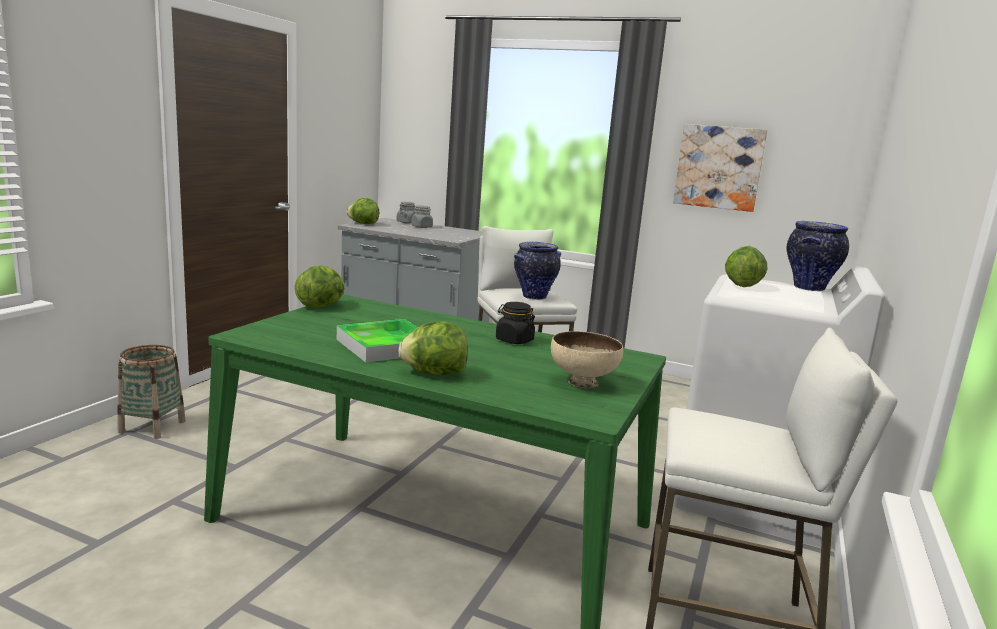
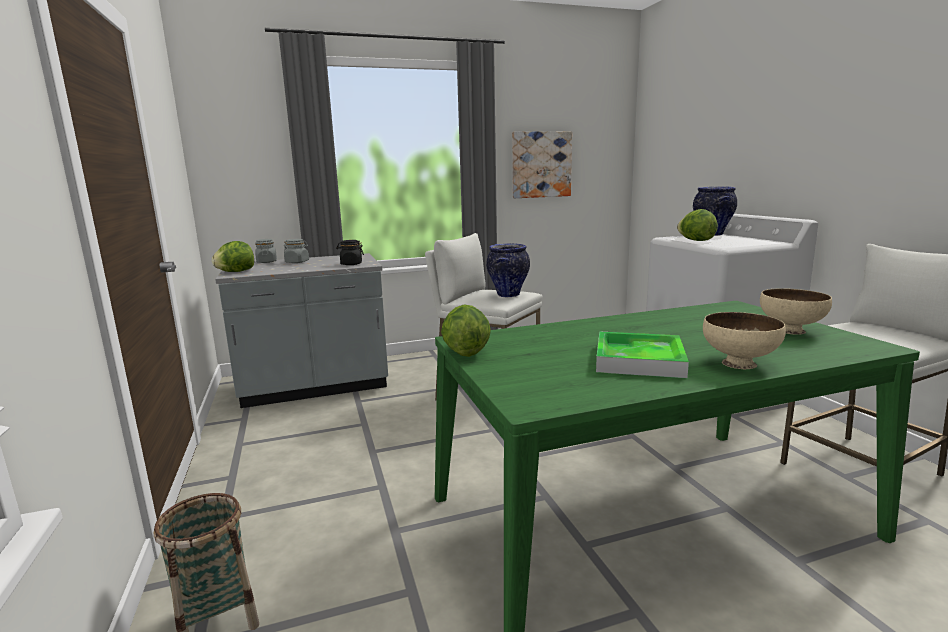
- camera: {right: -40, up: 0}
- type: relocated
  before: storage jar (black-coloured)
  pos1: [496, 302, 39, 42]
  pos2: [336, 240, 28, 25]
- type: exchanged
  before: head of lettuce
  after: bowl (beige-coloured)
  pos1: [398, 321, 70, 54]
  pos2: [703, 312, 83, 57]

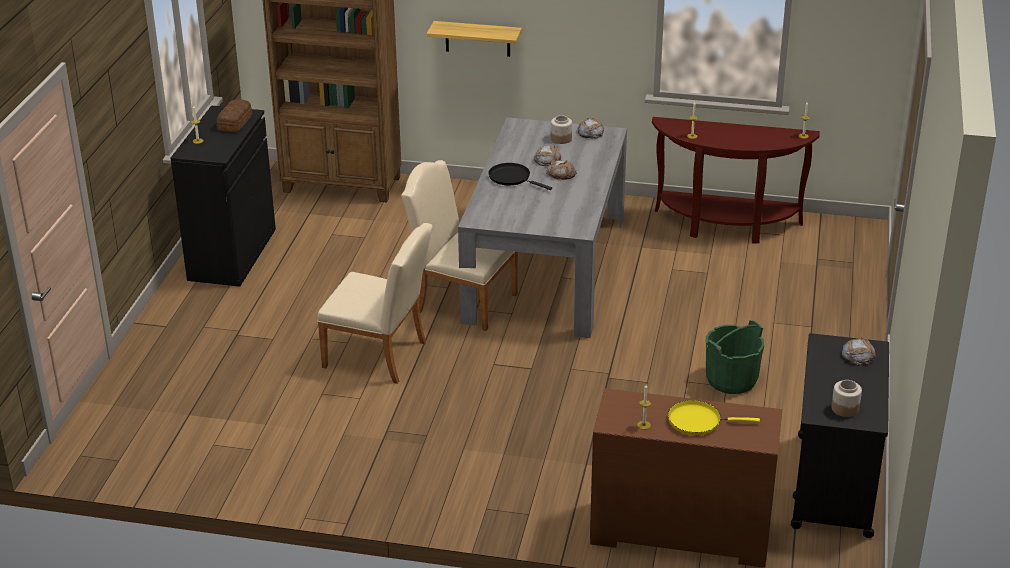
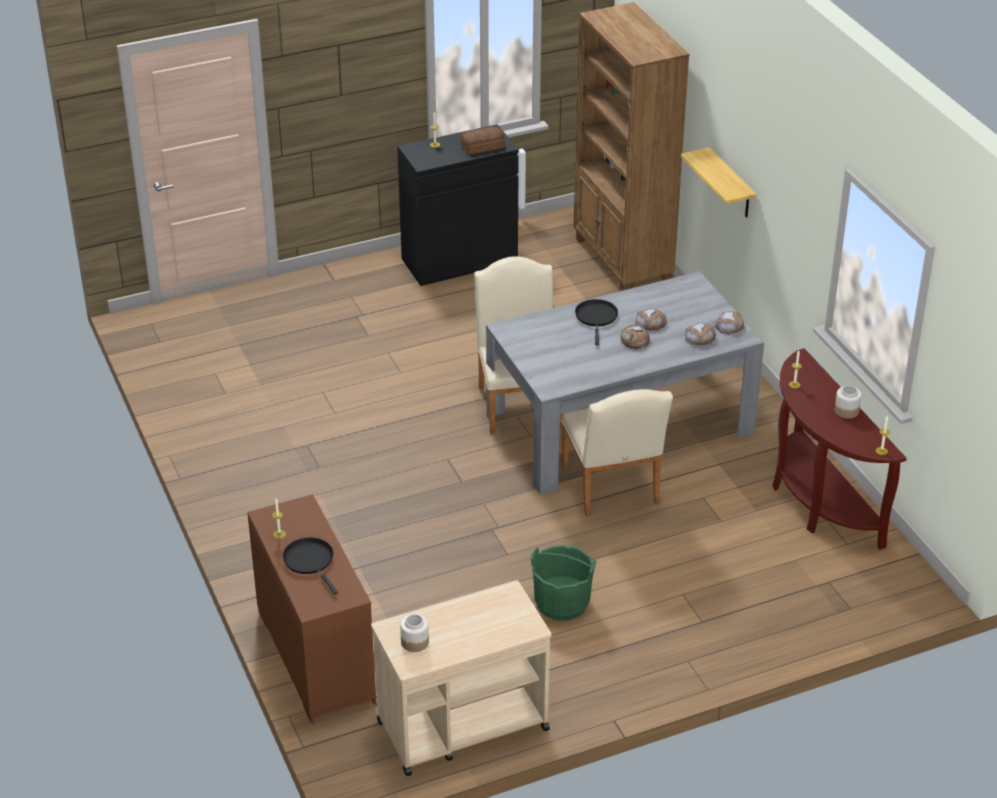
- camera: {right: 55, up: 5}
- type: relocated
  before: storage jar
  pos1: [551, 115, 21, 29]
  pos2: [835, 386, 27, 33]
- type: relocated
  before: plain chair (beige-coloured)
  pos1: [317, 223, 116, 161]
  pos2: [562, 389, 111, 127]
- type: colour
  before: trolley (black-coloured)
  after: trolley (beige-coloured)
  pos1: [791, 333, 98, 205]
  pos2: [371, 580, 181, 196]
- type: relocated
  before: bread
  pos1: [842, 337, 34, 29]
  pos2: [685, 322, 31, 23]
- type: colour
  before: frying pan (yellow-coloured)
  after: frying pan (black-coloured)
  pos1: [668, 400, 92, 35]
  pos2: [283, 537, 55, 58]

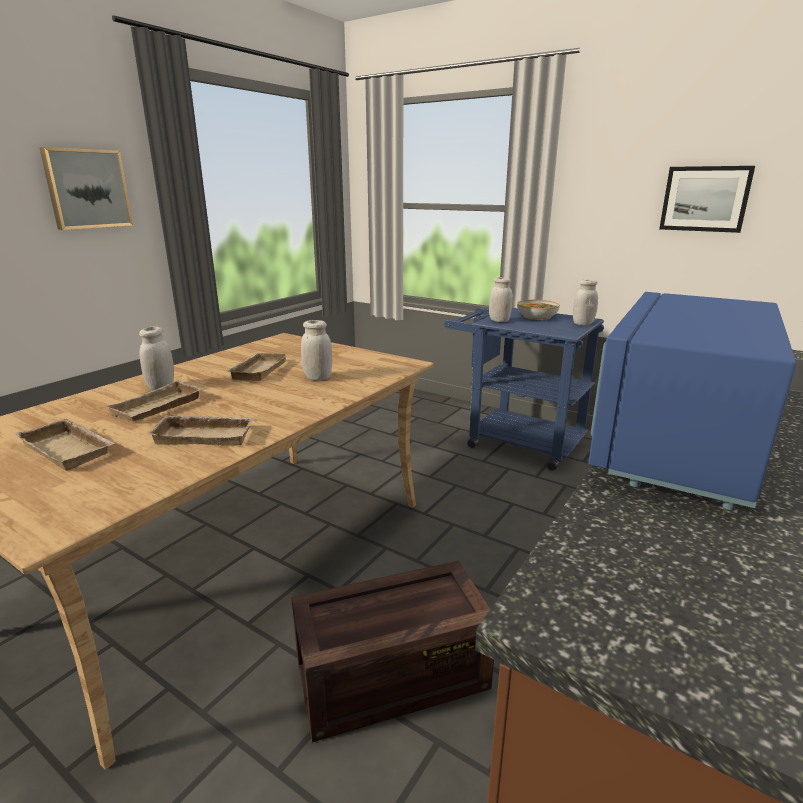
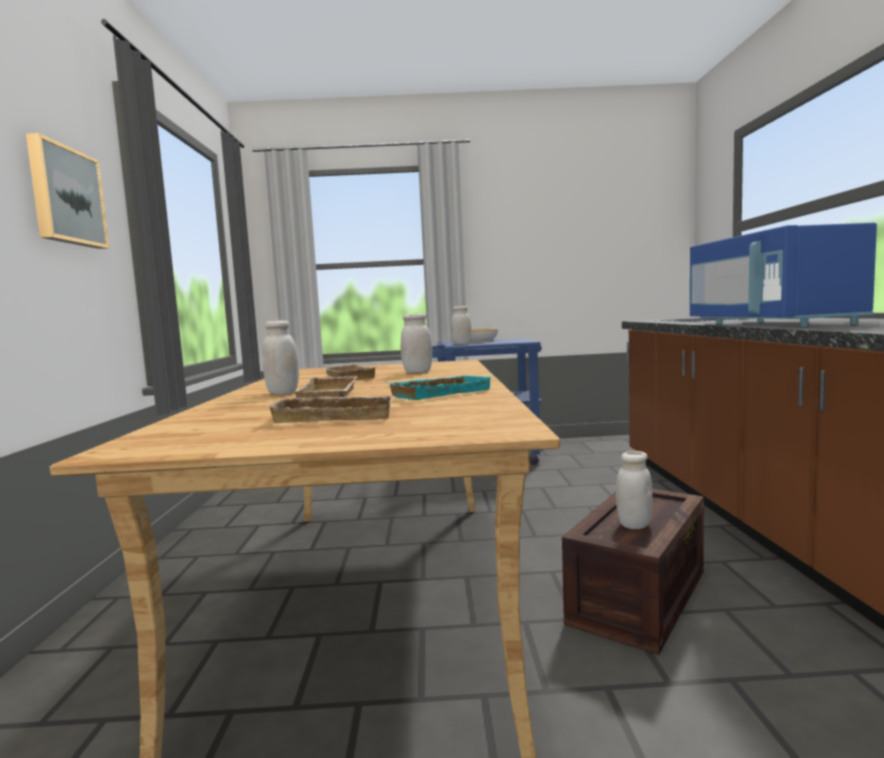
- camera: {right: -35, up: -15}
- type: missing
  before: wall art
  pos1: [659, 166, 96, 67]
- type: relocated
  before: storage jar (whitish)
  pos1: [573, 280, 25, 45]
  pos2: [616, 451, 37, 78]
- type: colour
  before: carrying tray (beige-coloured)
  after: carrying tray (blue-green)
  pos1: [146, 415, 108, 31]
  pos2: [386, 375, 106, 25]

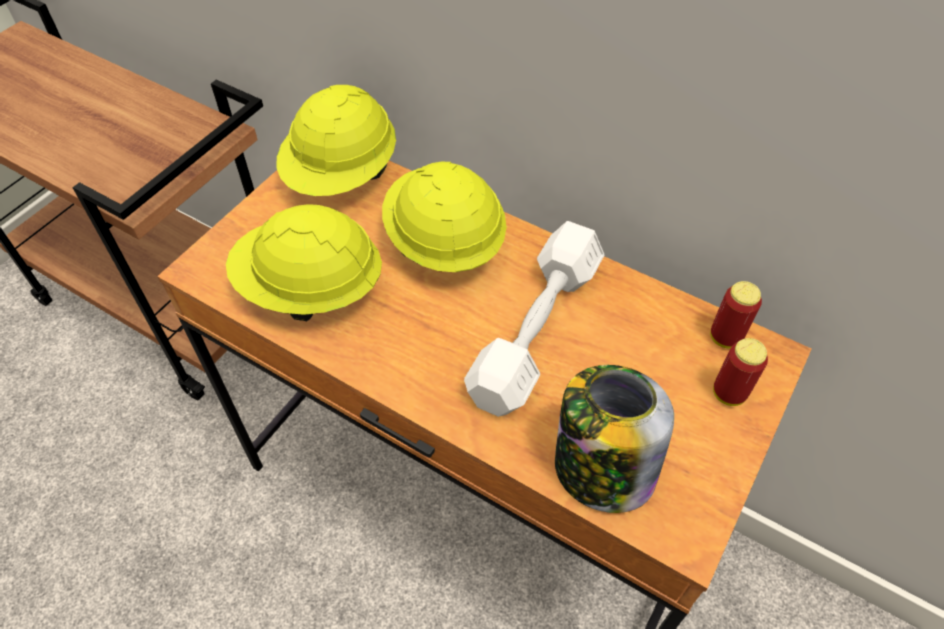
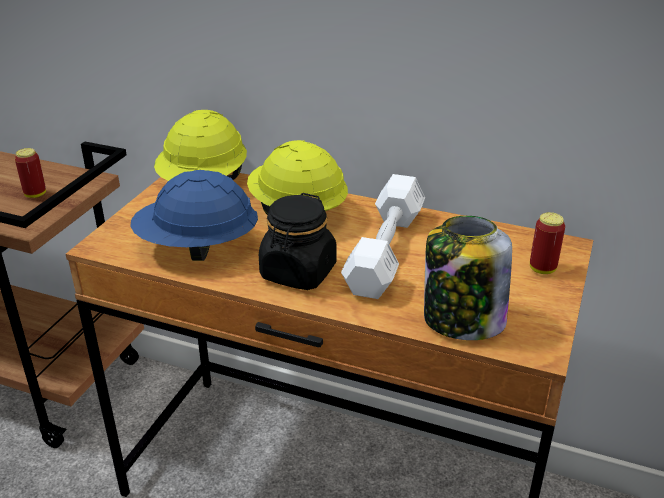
- camera: {right: -10, up: -20}
- type: colour
  before: hard hat (yellow-coloured)
  after: hard hat (bluish)
  pos1: [226, 204, 156, 117]
  pos2: [130, 170, 128, 91]
- type: relocated
  before: sealed can
  pos1: [710, 281, 52, 68]
  pos2: [15, 148, 31, 50]
- type: appeared
  after: storage jar (black-coloured)
  pos2: [259, 193, 78, 97]

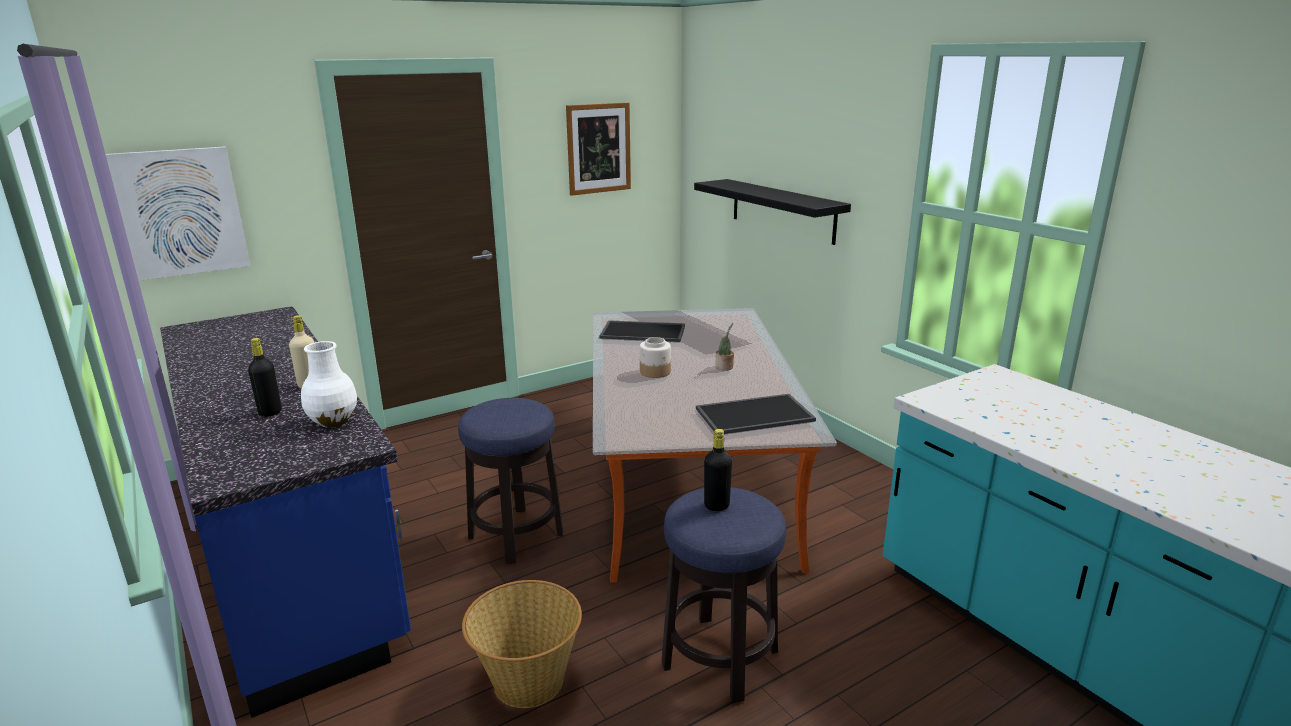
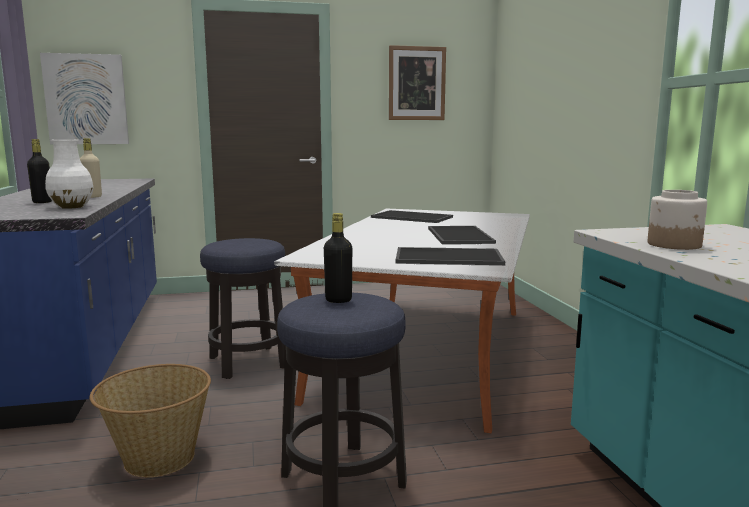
- camera: {right: 20, up: -10}
- type: missing
  before: wall shelf (black-coloured)
  pos1: [694, 179, 157, 66]
- type: exchanged
  before: potted plant
  after: carrying tray
  pos1: [715, 323, 19, 48]
  pos2: [428, 226, 68, 18]
- type: relocated
  before: storage jar
  pos1: [640, 337, 31, 41]
  pos2: [648, 190, 59, 60]

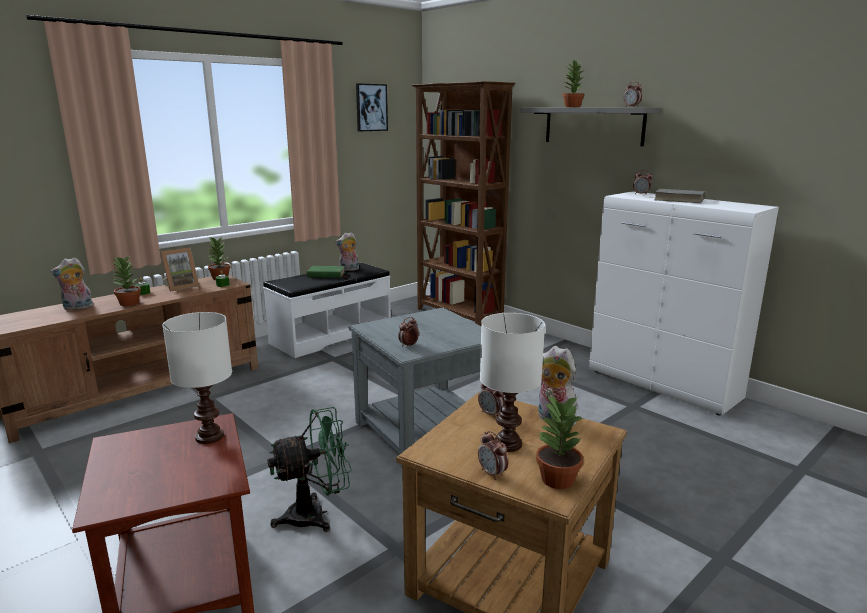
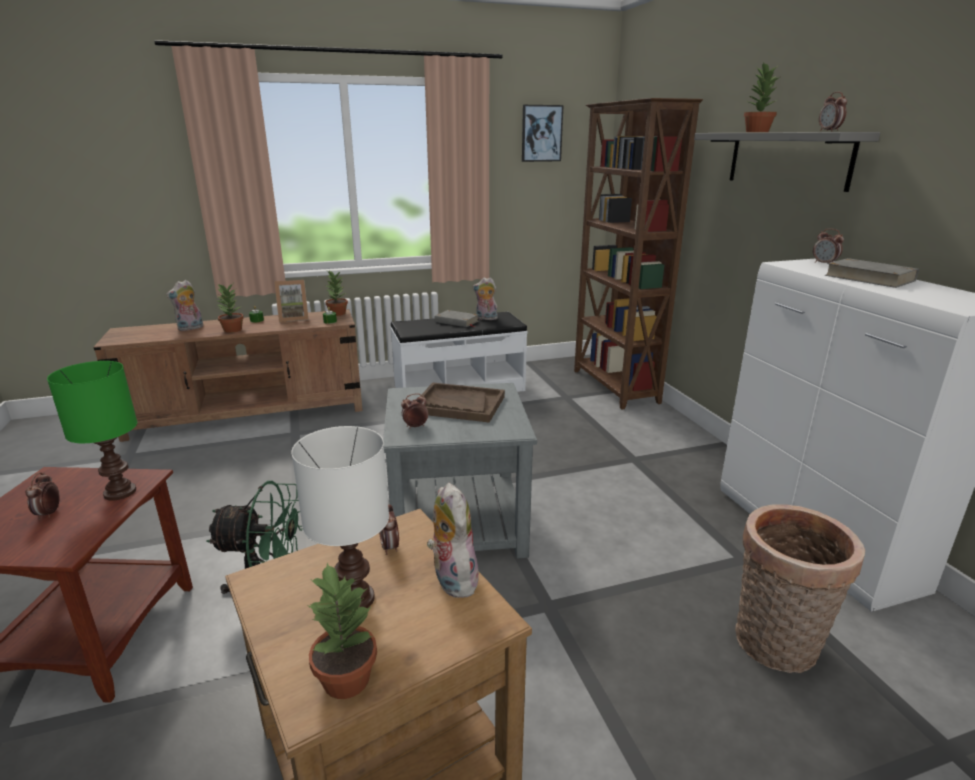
- camera: {right: 25, up: 5}
- type: spun
  before: plush toy
  pos1: [50, 257, 43, 54]
  pos2: [166, 280, 37, 51]
  turn: -45
- type: colour
  before: book (greenish)
  after: book (gray)
  pos1: [307, 266, 42, 12]
  pos2: [434, 310, 44, 17]
- type: colour
  before: tabletop lamp (whitish)
  after: tabletop lamp (greenish)
  pos1: [162, 312, 70, 132]
  pos2: [47, 361, 90, 140]
- type: relocated
  before: alarm clock
  pos1: [478, 431, 30, 49]
  pos2: [25, 472, 35, 48]
- type: appeared
  after: carrying tray (brown-coloured)
  pos2: [421, 382, 84, 41]
- type: appeared
  after: storage basket
  pos2: [735, 504, 130, 169]

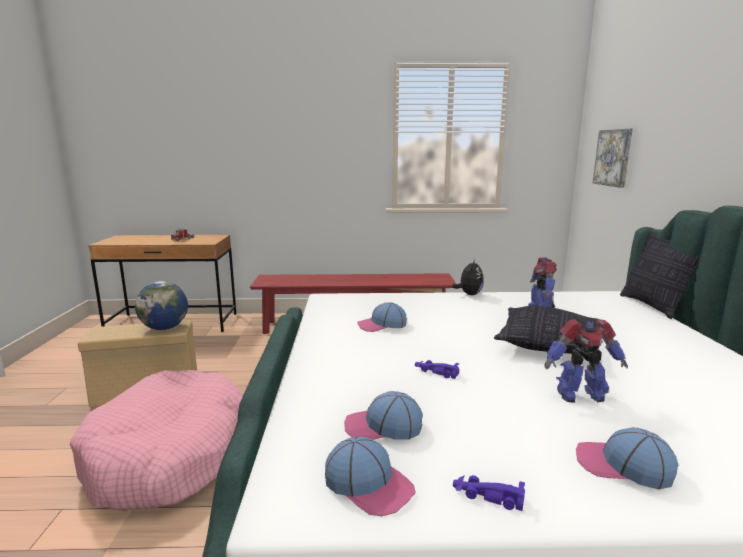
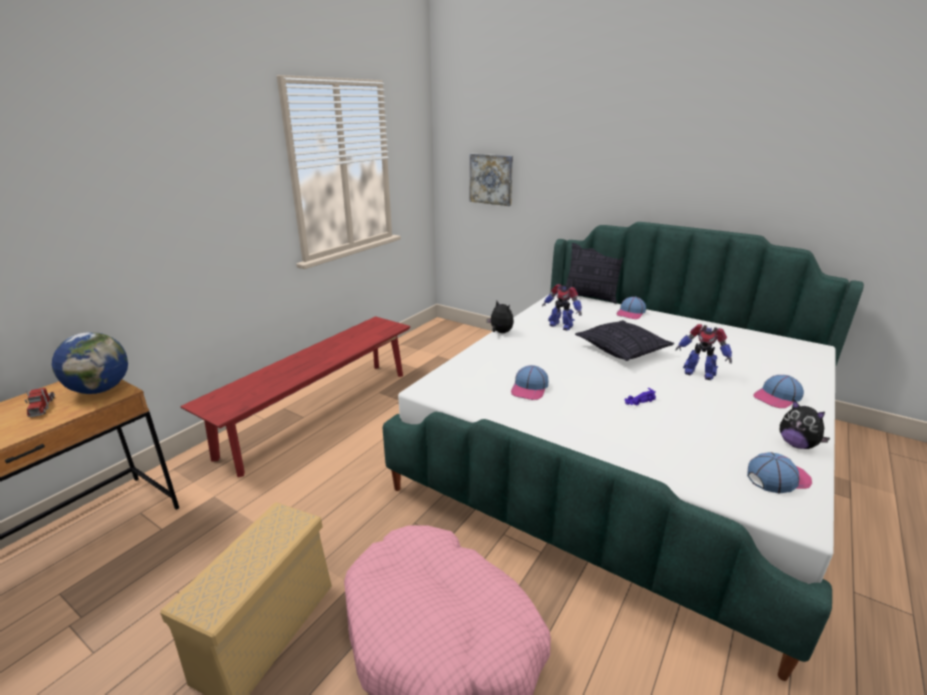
- camera: {right: -55, up: 10}
- type: relocated
  before: desk globe
  pos1: [135, 281, 53, 49]
  pos2: [52, 332, 76, 62]
- type: spun
  before: model robot
  pos1: [544, 319, 84, 84]
  pos2: [676, 324, 56, 56]
  turn: 90
- type: relocated
  before: cap
  pos1: [344, 391, 79, 49]
  pos2: [616, 296, 30, 23]
- type: exchanged
  before: toy car (purple)
  after: plush toy
  pos1: [453, 475, 72, 36]
  pos2: [780, 400, 50, 49]

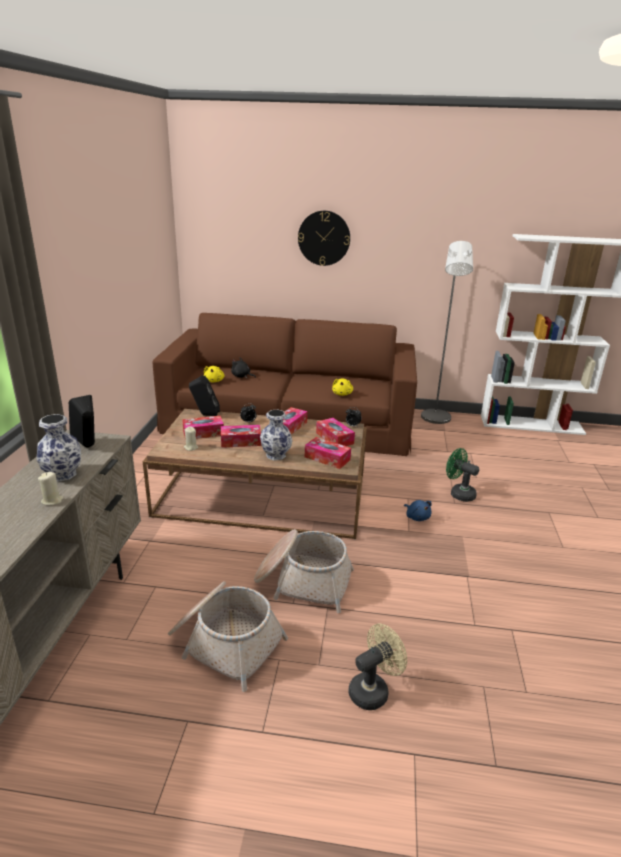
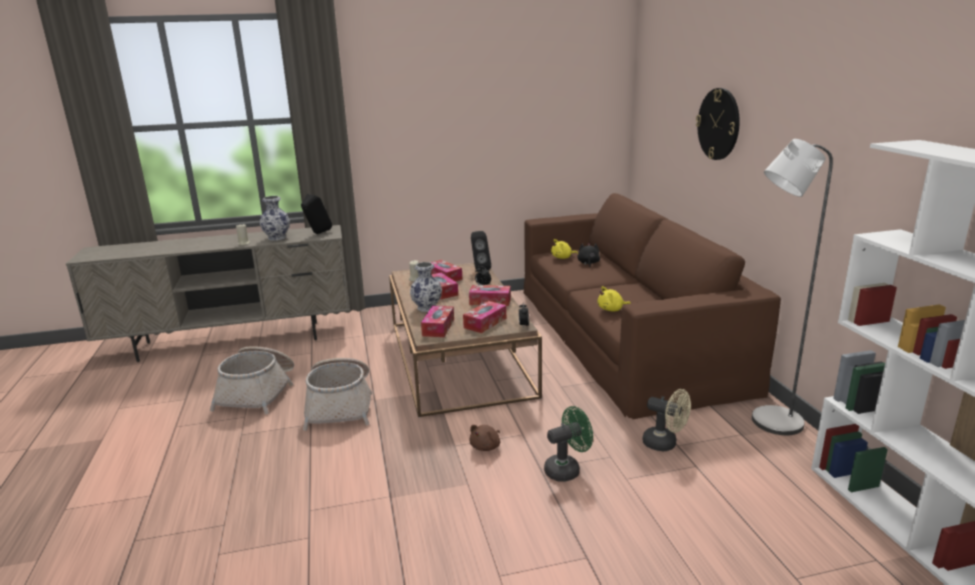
- camera: {right: 70, up: -5}
- type: spun
  before: cooling fan (greenish)
  pos1: [446, 448, 33, 54]
  pos2: [544, 406, 49, 76]
  turn: 45
- type: colour
  before: plush toy (bluish)
  after: plush toy (brown-coloured)
  pos1: [404, 500, 28, 21]
  pos2: [469, 425, 31, 26]
- type: relocated
  before: cooling fan (beige-coloured)
  pos1: [349, 624, 58, 86]
  pos2: [643, 389, 48, 62]

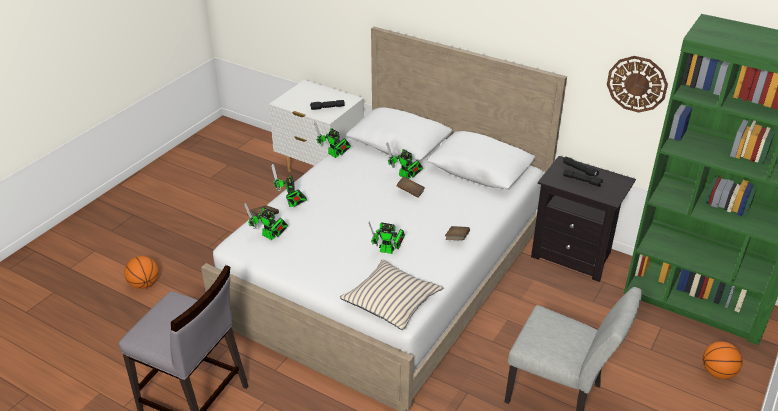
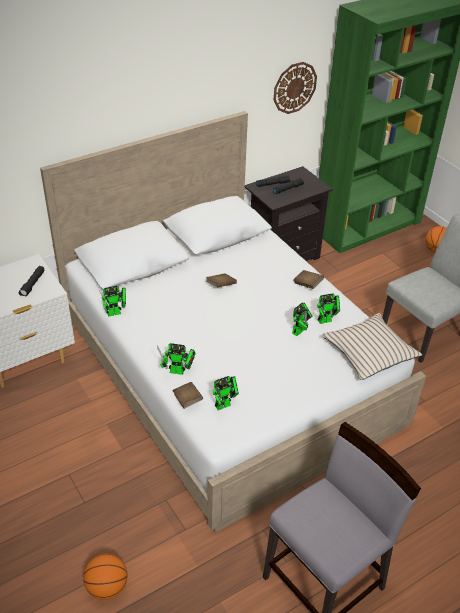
- camera: {right: -65, up: 5}
- type: relocated
  before: model robot
  pos1: [387, 142, 36, 37]
  pos2: [317, 293, 23, 31]

